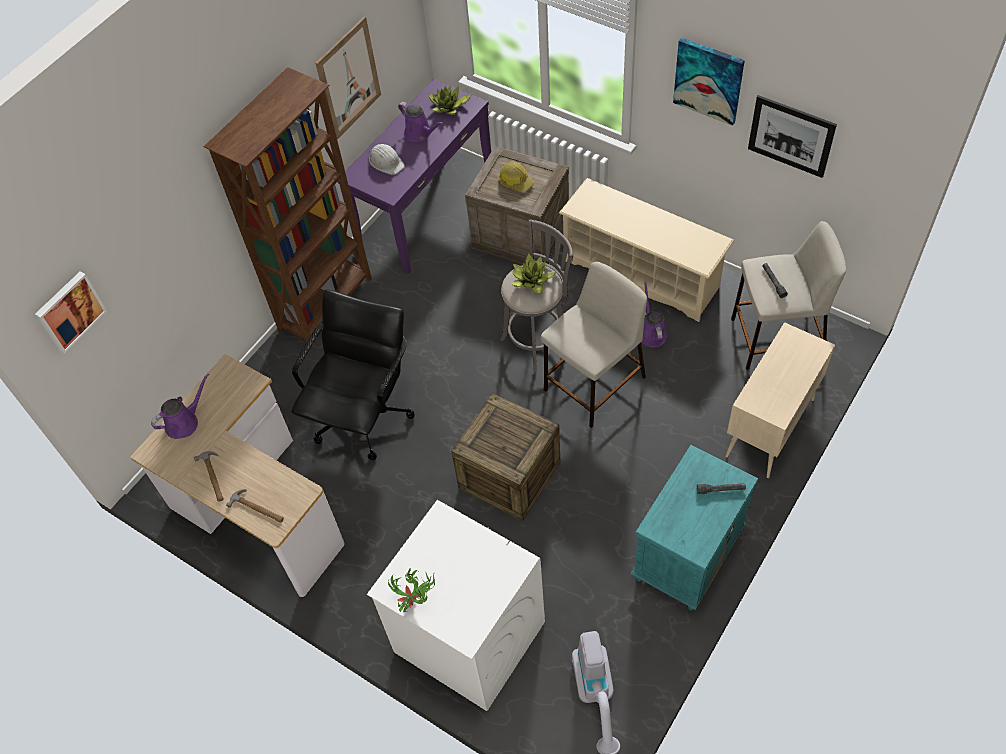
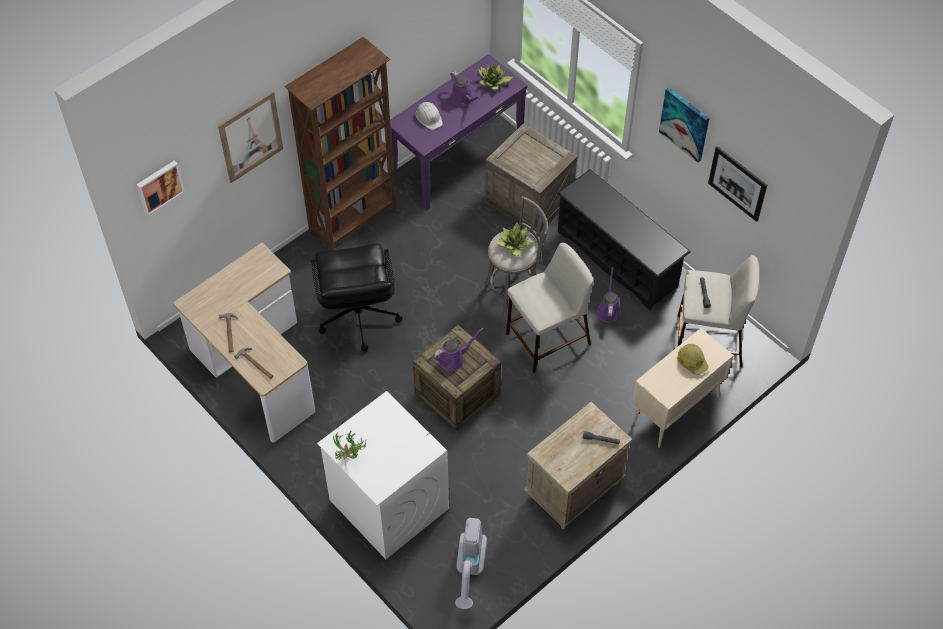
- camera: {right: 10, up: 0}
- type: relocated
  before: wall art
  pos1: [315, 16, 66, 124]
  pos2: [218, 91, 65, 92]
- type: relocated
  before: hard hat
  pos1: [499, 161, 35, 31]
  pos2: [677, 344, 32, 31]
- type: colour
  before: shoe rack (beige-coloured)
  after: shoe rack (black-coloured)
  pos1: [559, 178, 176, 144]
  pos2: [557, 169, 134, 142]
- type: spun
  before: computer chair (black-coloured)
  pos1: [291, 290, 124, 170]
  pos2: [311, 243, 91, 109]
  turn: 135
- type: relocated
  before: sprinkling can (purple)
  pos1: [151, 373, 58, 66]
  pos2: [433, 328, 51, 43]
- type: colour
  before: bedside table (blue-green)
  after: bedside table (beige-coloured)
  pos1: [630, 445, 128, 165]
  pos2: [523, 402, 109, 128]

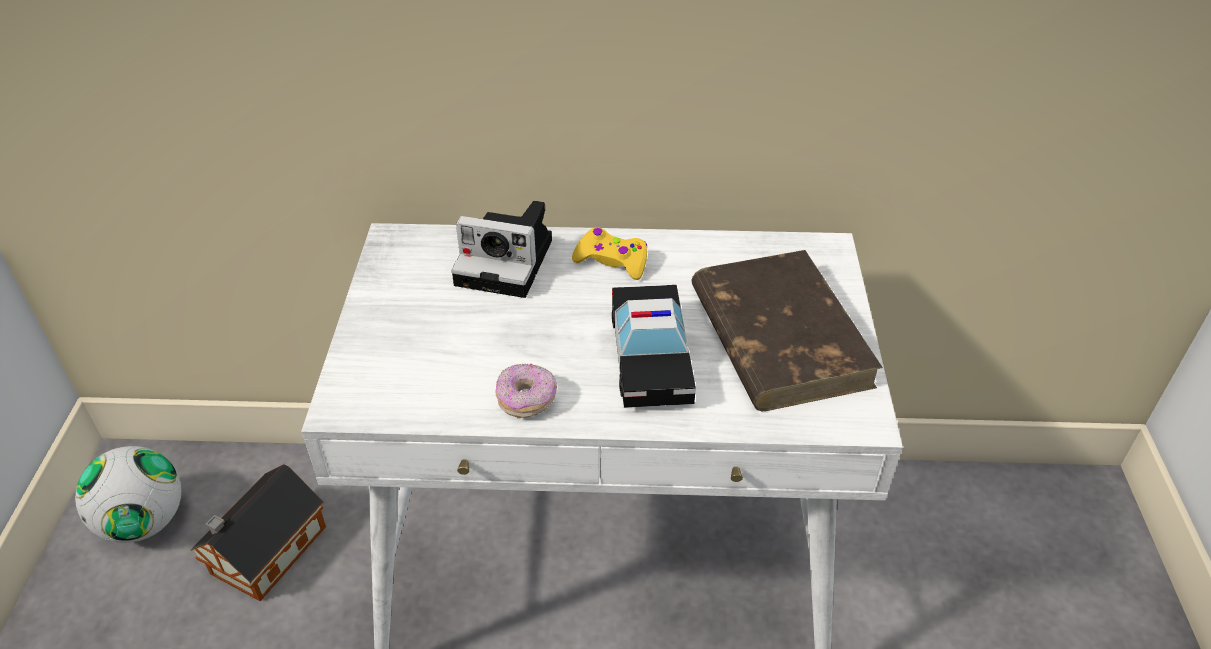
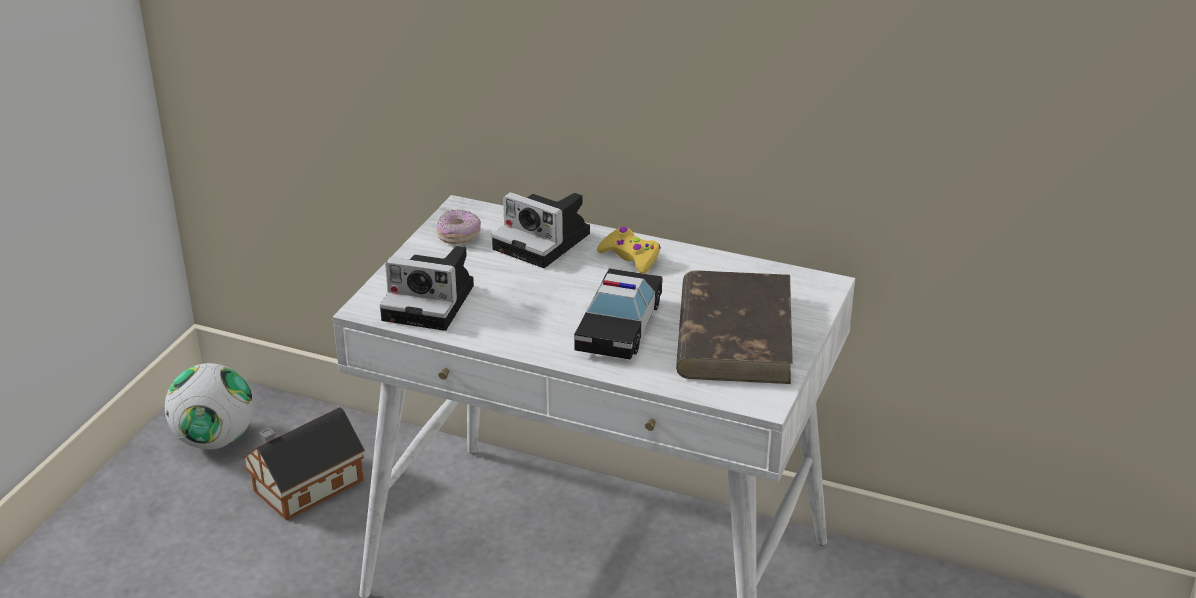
- camera: {right: 20, up: -10}
- type: relocated
  before: ring doughnut
  pos1: [496, 364, 61, 54]
  pos2: [436, 209, 45, 35]
- type: appeared
  after: still camera
  pos2: [380, 246, 94, 85]

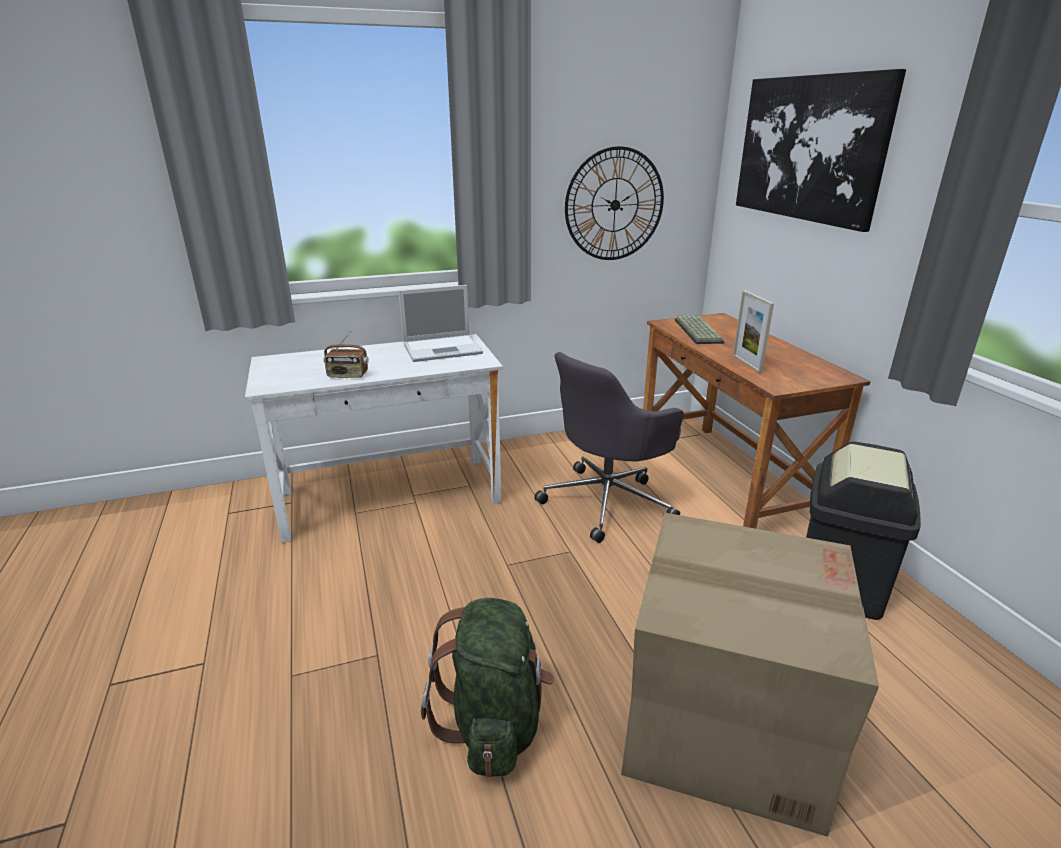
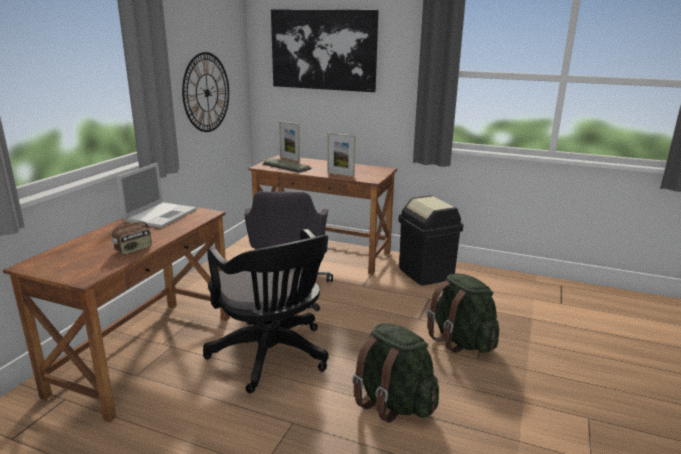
- camera: {right: -50, up: -5}
- type: colour
  before: desk (whitish)
  after: desk (brown-coloured)
  pos1: [245, 334, 258, 209]
  pos2: [3, 202, 227, 220]
- type: exchanged
  before: packing box
  after: knapsack (greenish)
  pos1: [621, 513, 258, 324]
  pos2: [427, 273, 72, 80]
- type: appeared
  after: photo frame
  pos2: [279, 121, 21, 41]
- type: appeared
  after: computer chair (black-coloured)
  pos2: [203, 229, 126, 164]

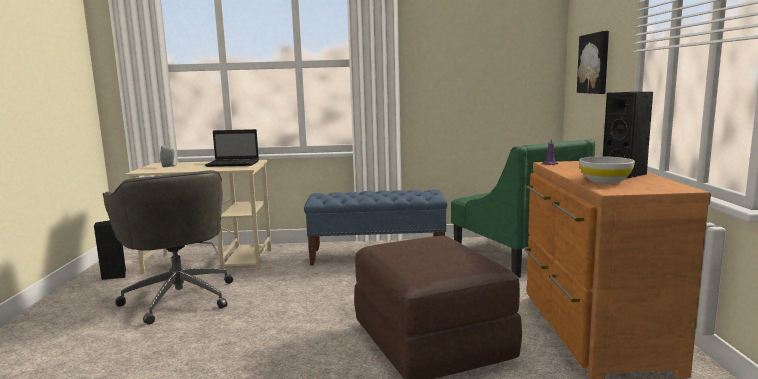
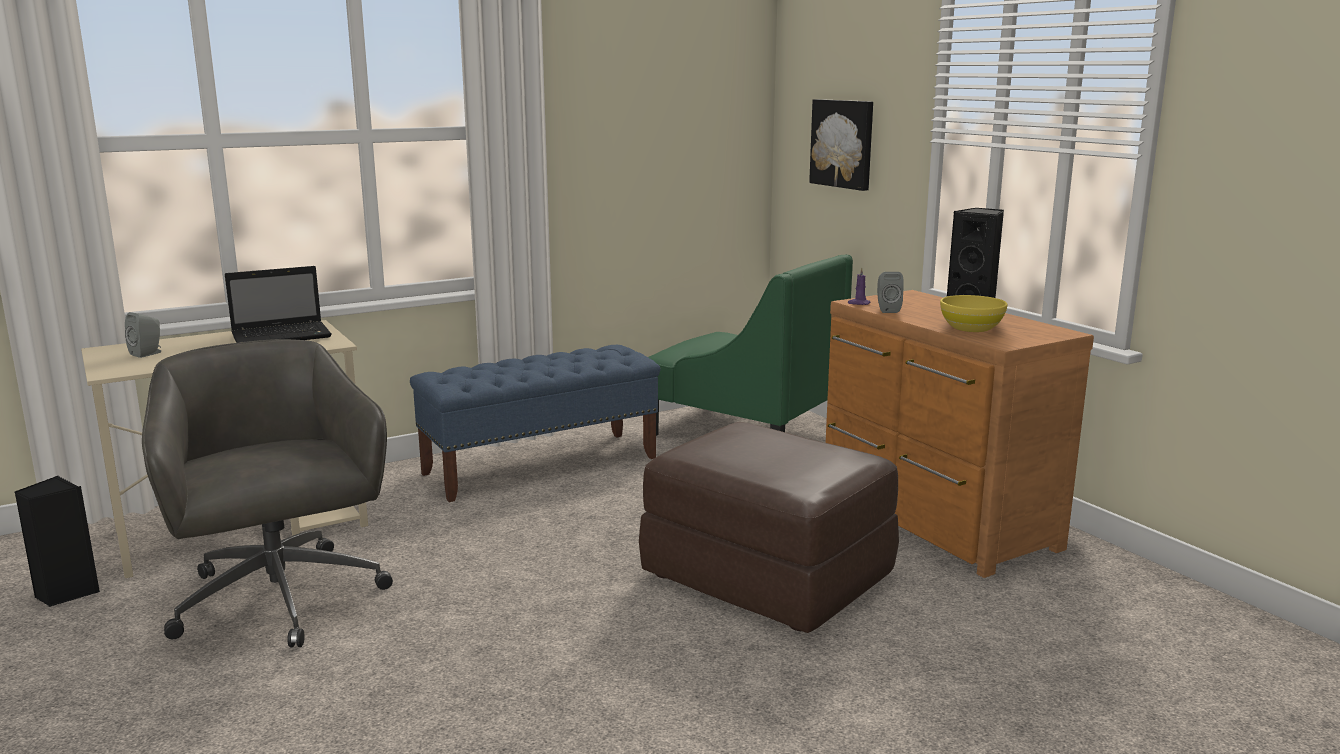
- camera: {right: -30, up: 5}
- type: colour
  before: bowl (whitish)
  after: bowl (yellow-coloured)
  pos1: [579, 156, 56, 28]
  pos2: [940, 295, 68, 37]
- type: spun
  before: computer chair (gray)
  pos1: [103, 170, 130, 155]
  pos2: [142, 339, 251, 308]
  turn: -150
- type: appeared
  after: audio speaker (gray)
  pos2: [877, 272, 27, 41]

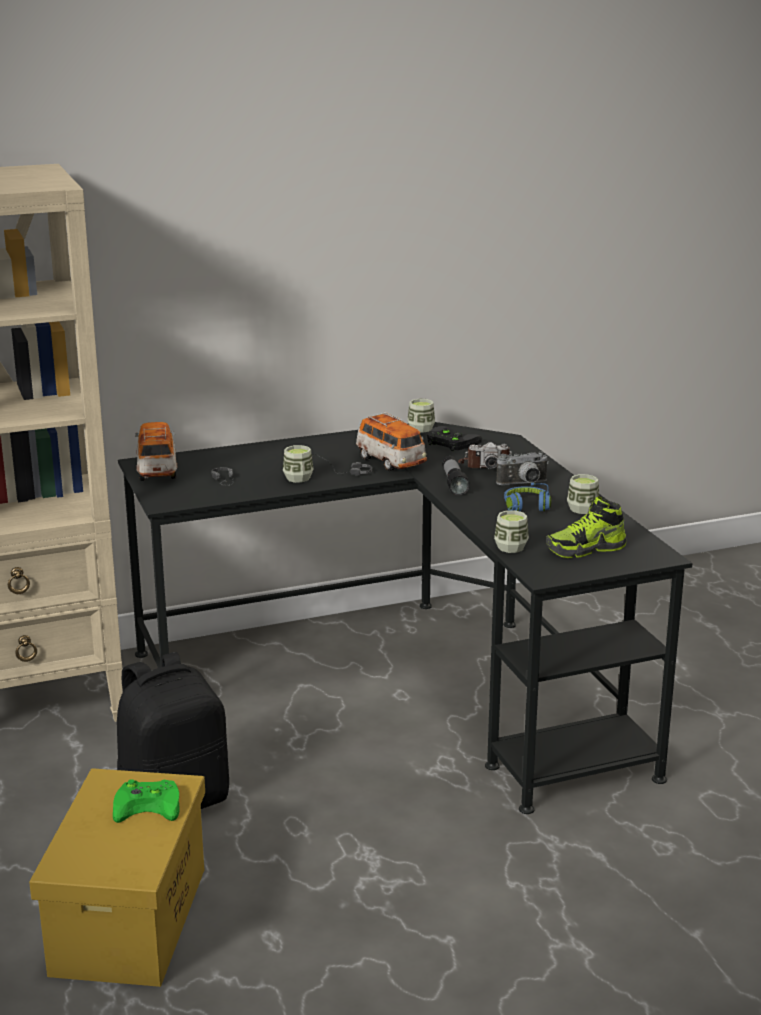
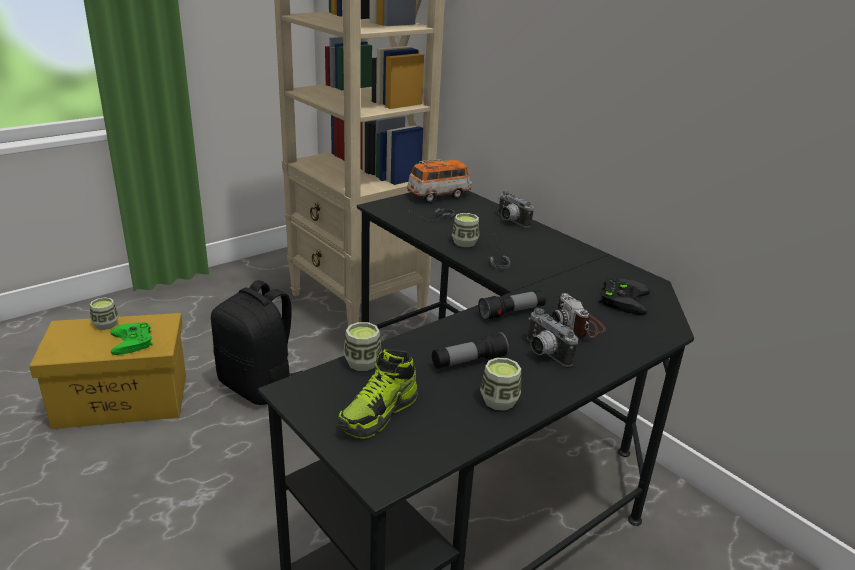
- camera: {right: 70, up: 5}
- type: relocated
  before: cup
  pos1: [407, 399, 28, 34]
  pos2: [90, 297, 28, 33]
- type: missing
  before: toy car
  pos1: [356, 412, 71, 59]
- type: exchanged
  before: headphones (bluish)
  after: flashlight
  pos1: [504, 482, 47, 31]
  pos2: [432, 332, 77, 37]
- type: spun
  before: low shoe
  pos1: [546, 496, 81, 62]
  pos2: [338, 349, 80, 90]
  turn: -105
- type: appeared
  after: still camera
  pos2: [498, 190, 36, 38]

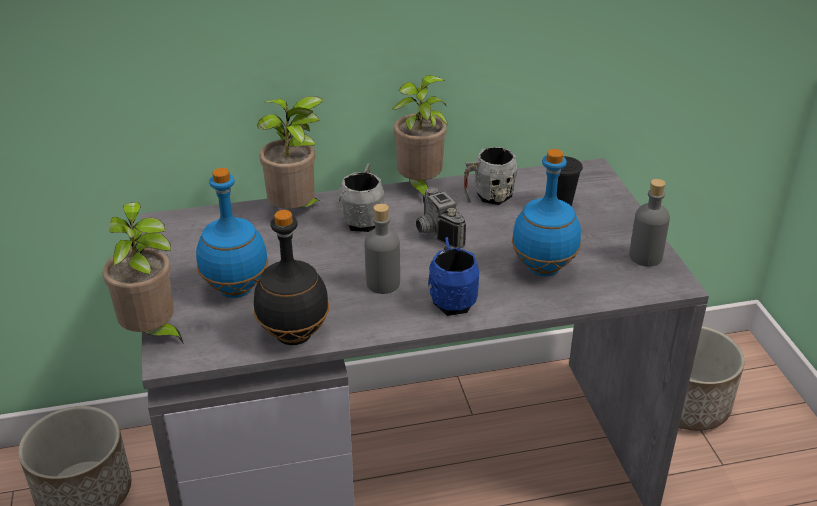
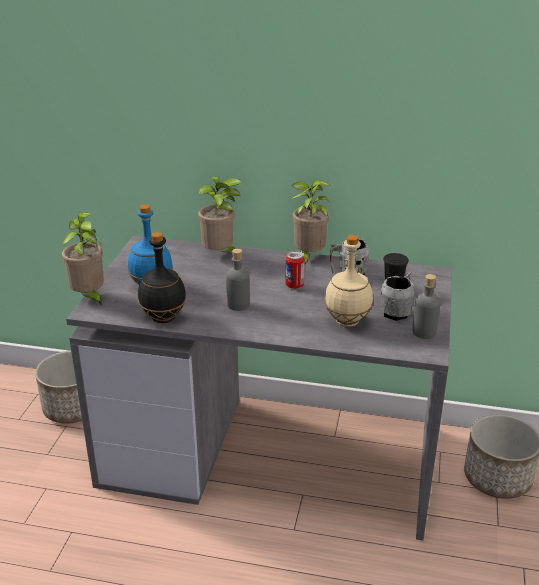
- camera: {right: 25, up: -5}
- type: colour
  before: drink bottle (bluish)
  after: drink bottle (beige-coloured)
  pos1: [512, 149, 69, 127]
  pos2: [324, 235, 49, 92]
- type: relocated
  before: tea mug (gray)
  pos1: [339, 163, 45, 69]
  pos2: [381, 272, 33, 49]
- type: exchanged
  before: still camera
  after: sealed can
  pos1: [416, 187, 50, 61]
  pos2: [285, 251, 20, 38]
- type: missing
  before: tea mug (bluish)
  pos1: [428, 237, 51, 79]

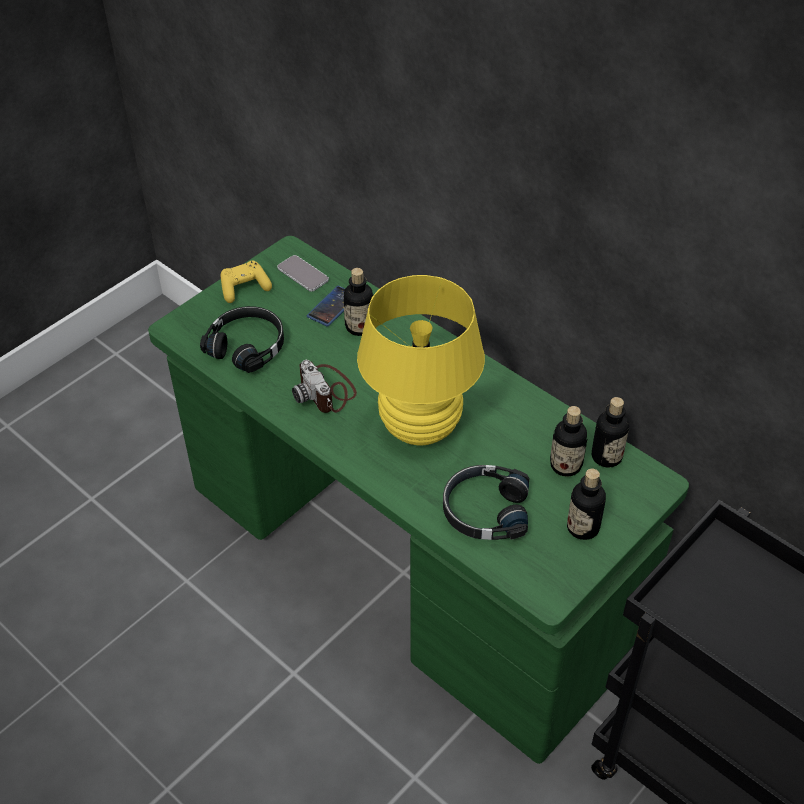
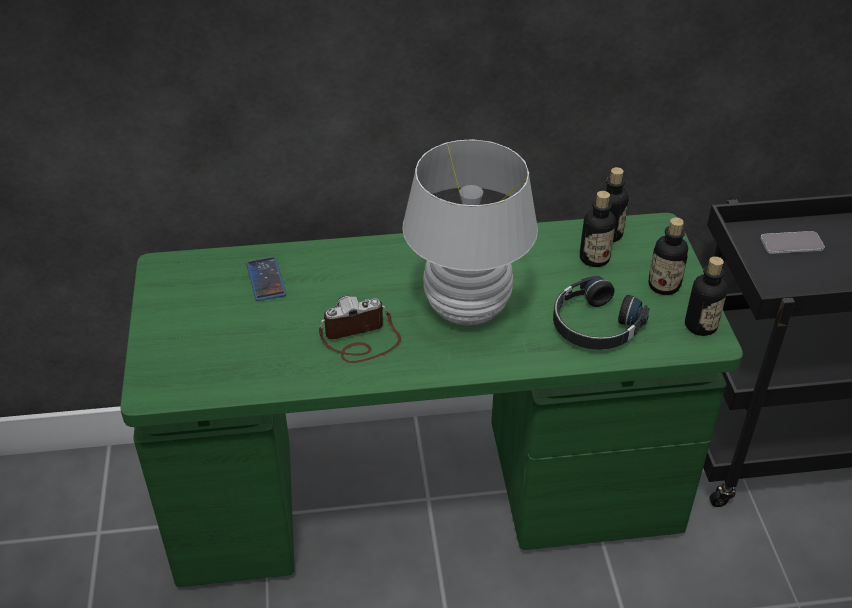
- camera: {right: -50, up: -5}
- type: relocated
  before: handset
  pos1: [277, 255, 52, 37]
  pos2: [760, 231, 65, 23]
- type: missing
  before: game controller (yellow-coloured)
  pos1: [221, 260, 51, 43]
- type: relocated
  before: drink bottle
  pos1: [343, 268, 30, 68]
  pos2: [685, 256, 43, 80]
- type: colour
  before: tabletop lamp (yellow-coloured)
  after: tabletop lamp (whitish)
  pos1: [357, 275, 128, 170]
  pos2: [402, 139, 136, 186]
- type: missing
  before: headphones (black-coloured)
  pos1: [200, 306, 84, 67]
- type: spun
  before: still camera
  pos1: [292, 360, 65, 53]
  pos2: [319, 295, 82, 68]
  turn: 150

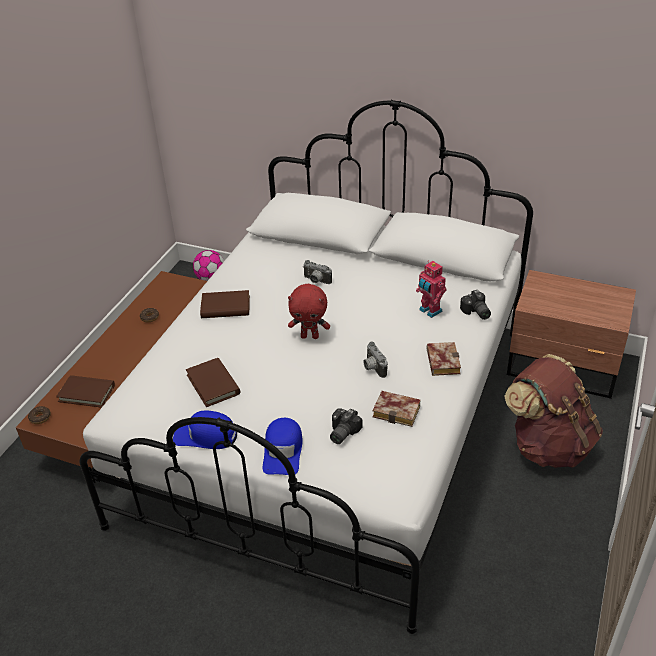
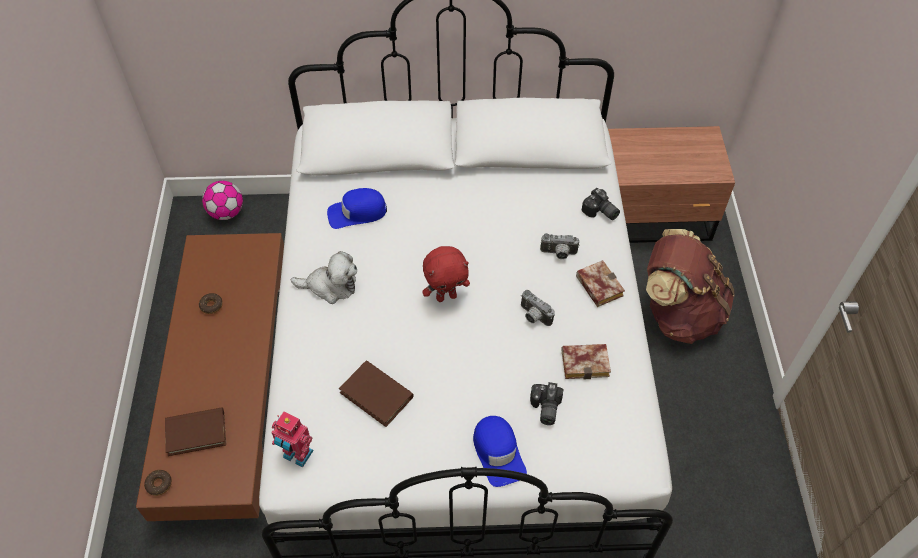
- camera: {right: -25, up: 15}
- type: relocated
  before: still camera
  pos1: [303, 260, 29, 24]
  pos2: [540, 233, 40, 26]
- type: relocated
  before: model robot
  pos1: [416, 261, 31, 57]
  pos2: [271, 412, 43, 56]
- type: exchanged
  before: book (brown-coloured)
  after: plush toy
  pos1: [200, 290, 50, 28]
  pos2: [291, 251, 66, 53]
- type: relocated
  before: cap (bluish)
  pos1: [173, 411, 64, 38]
  pos2: [327, 188, 60, 41]

